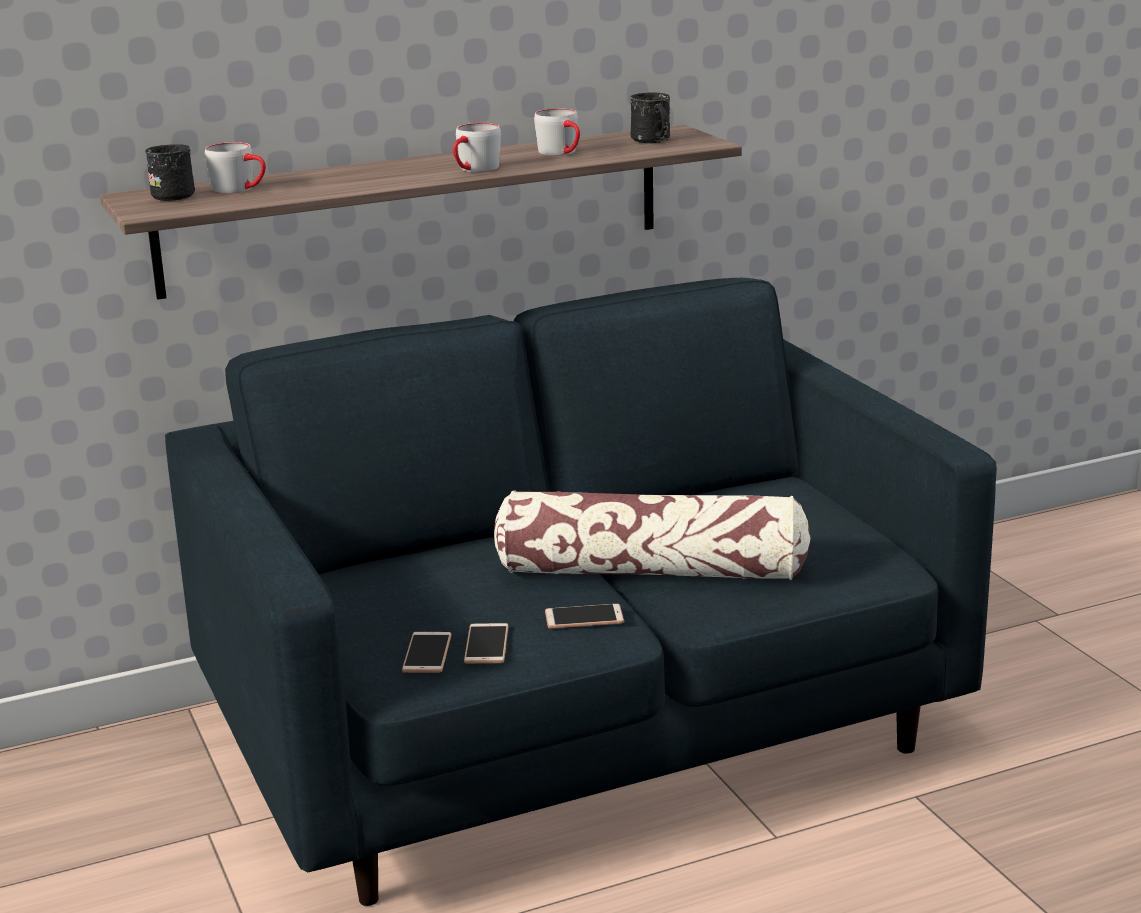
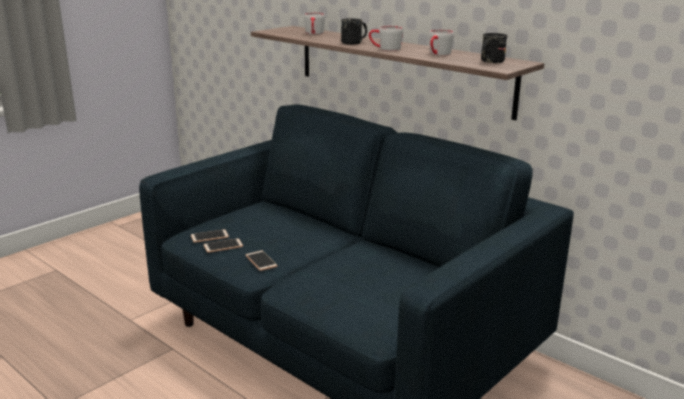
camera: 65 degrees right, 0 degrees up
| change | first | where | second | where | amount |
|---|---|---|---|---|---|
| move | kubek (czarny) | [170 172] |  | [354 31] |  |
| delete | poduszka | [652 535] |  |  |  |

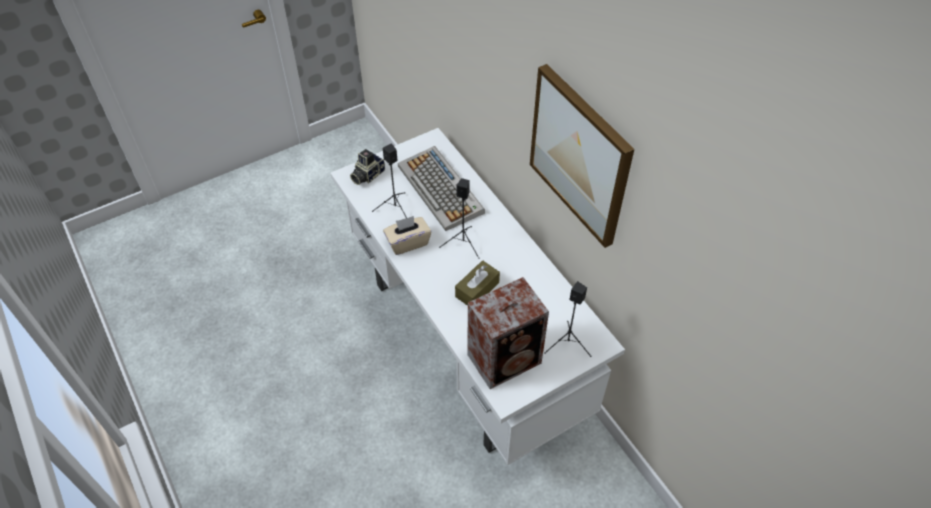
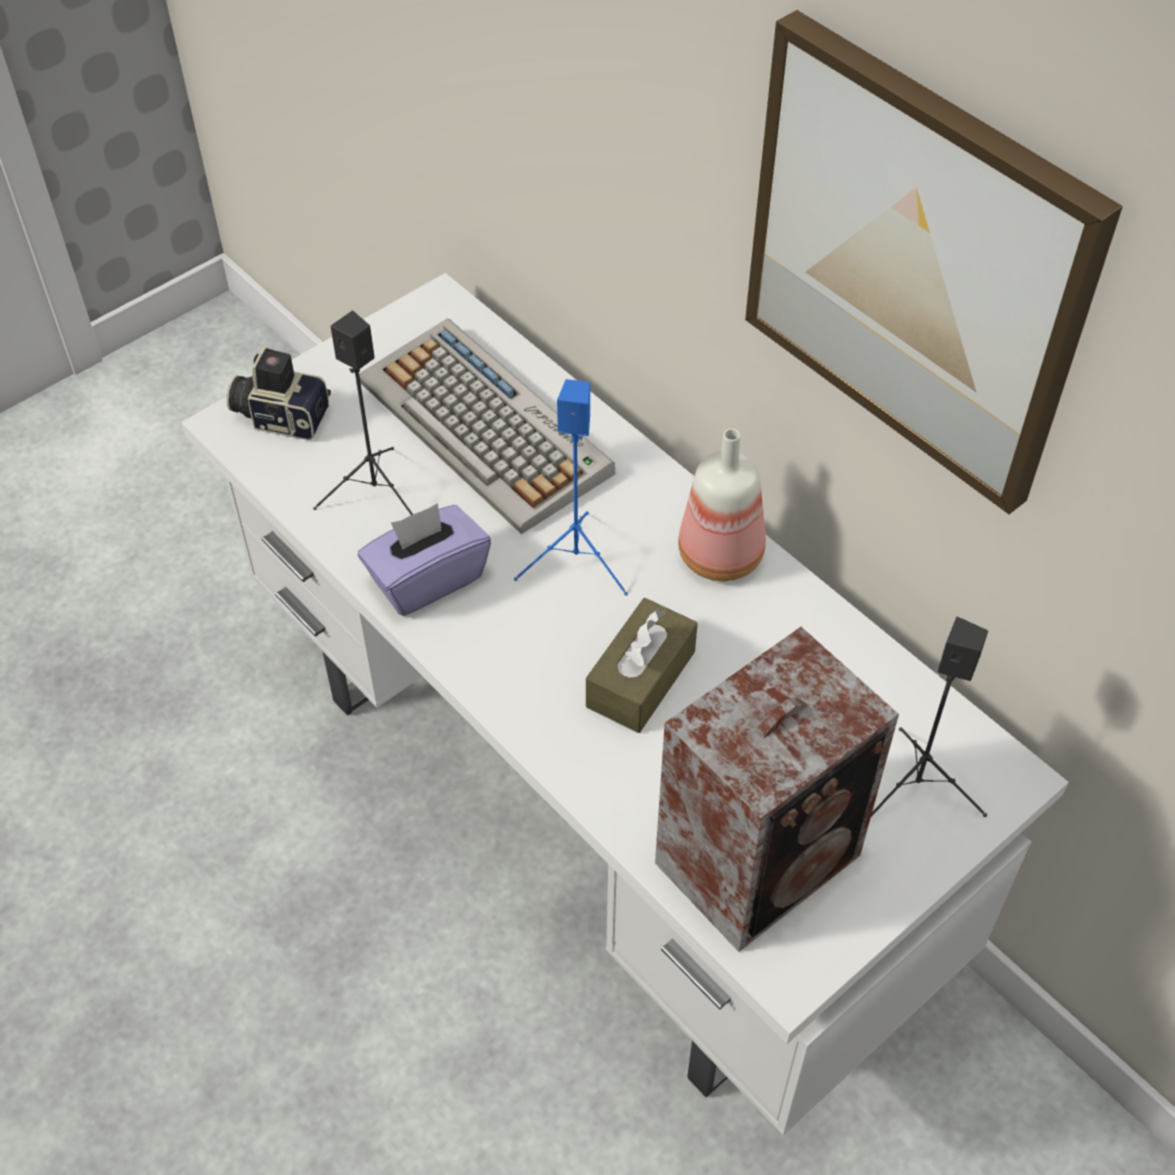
camera: 10 degrees left, 0 degrees up
| change | first | where | second | where | amount |
|---|---|---|---|---|---|
| rotate | aparat fotograficzny | [367 167] |  | [278 392] | 75 degrees clockwise |
| recolor | pudełko chusteczek (beżowy) | [407 235] | pudełko chusteczek (fioletowy) | [424 559] |  |
| recolor | głośnik (czarny) | [459 218] | głośnik (niebieski) | [571 487] |  |
| insert |  |  | butelka | [722 505] |  |

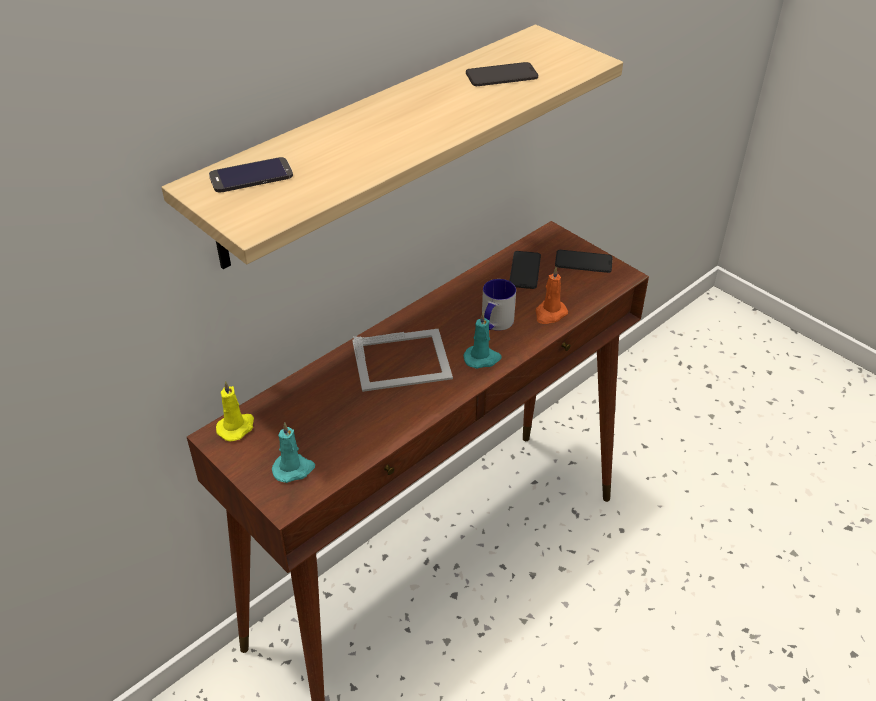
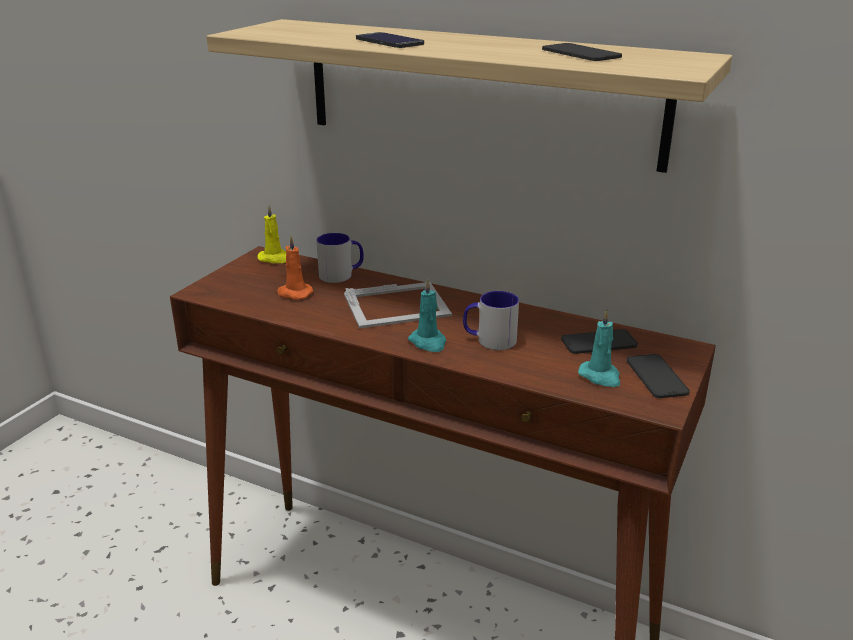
camera: 70 degrees right, 15 degrees down
| change | first | where | second | where | amount |
|---|---|---|---|---|---|
| move | telefon | [251 175] |  | [390 40] |  |
| move | świeca (turkusowy) | [293 452] |  | [599 348] |  |
| rotate | ramka na zdjęcie | [402 360] |  | [398 305] | 75 degrees counterclockwise |
| move | świeca (pomarańczowy) | [551 295] |  | [295 267] |  |
| insert |  |  | kubek | [340 258] |  |

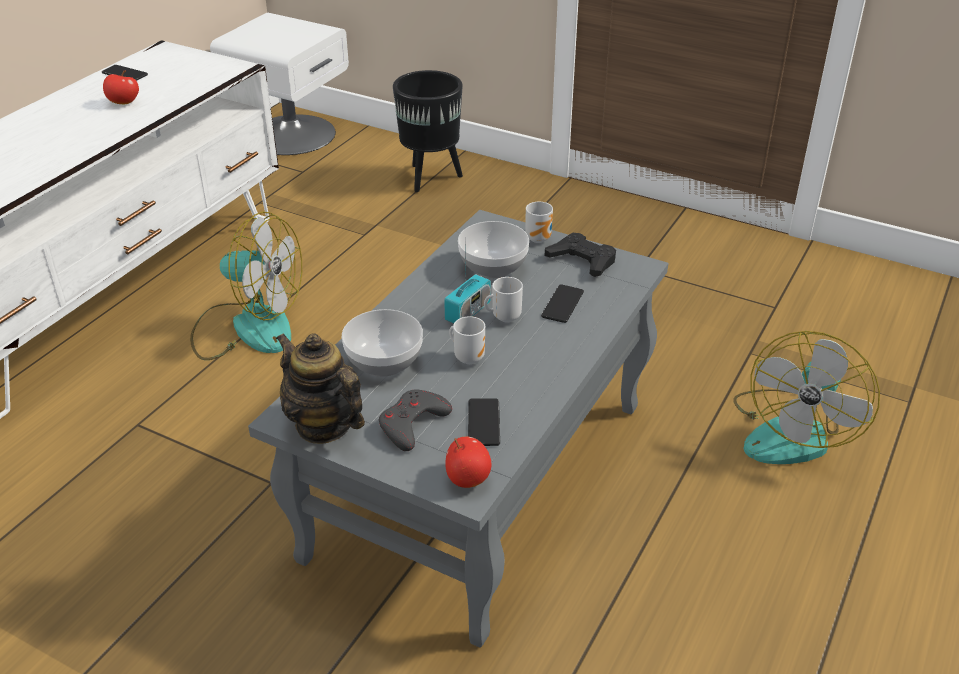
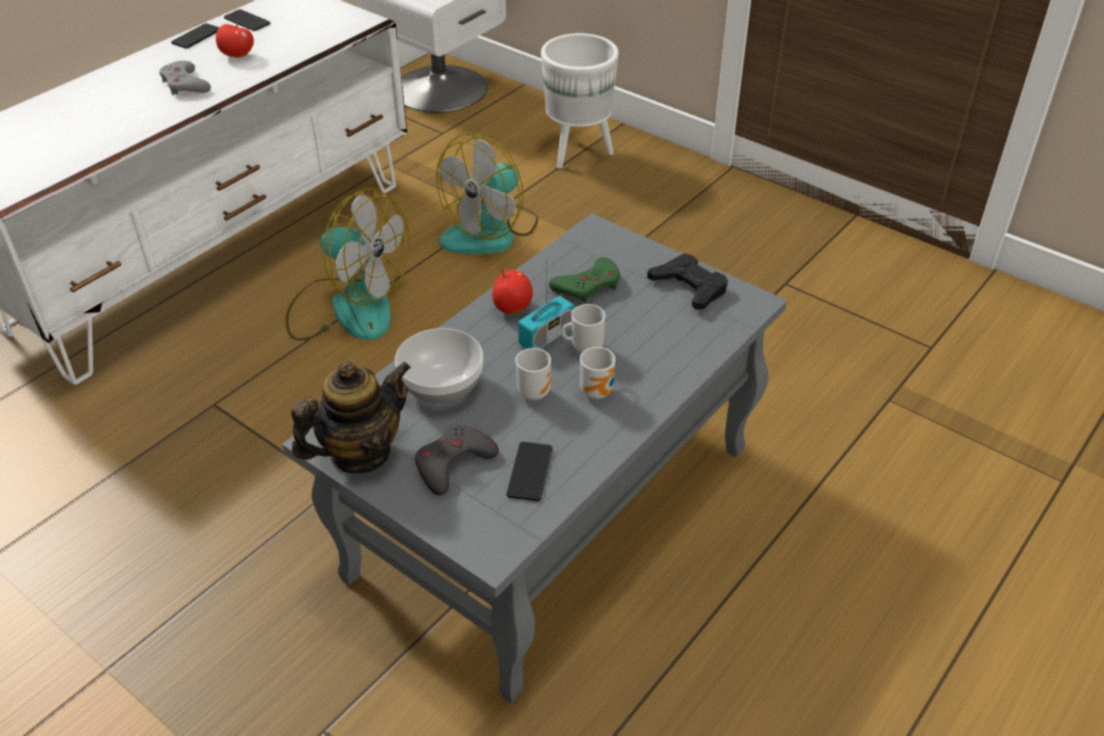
camera: 10 degrees right, 5 degrees up
| change | first | where | second | where | amount |
|---|---|---|---|---|---|
| rotate | imbryk | [320 388] |  | [351 417] | 90 degrees clockwise |
| recolor | donica (czarny) | [428 131] | donica (biały) | [580 100] |  |
| move | jabłko | [468 462] |  | [512 291] |  |
| replace | miska | [493 249] | pad do gier (zielony) | [584 280] |  |
| move | kubek | [539 222] |  | [597 373] |  |
| move | telefon | [562 303] |  | [195 36] |  |
| move | wentylator | [806 397] |  | [487 193] |  |
| insert |  |  | pad do gier (szary) | [185 78] |  |

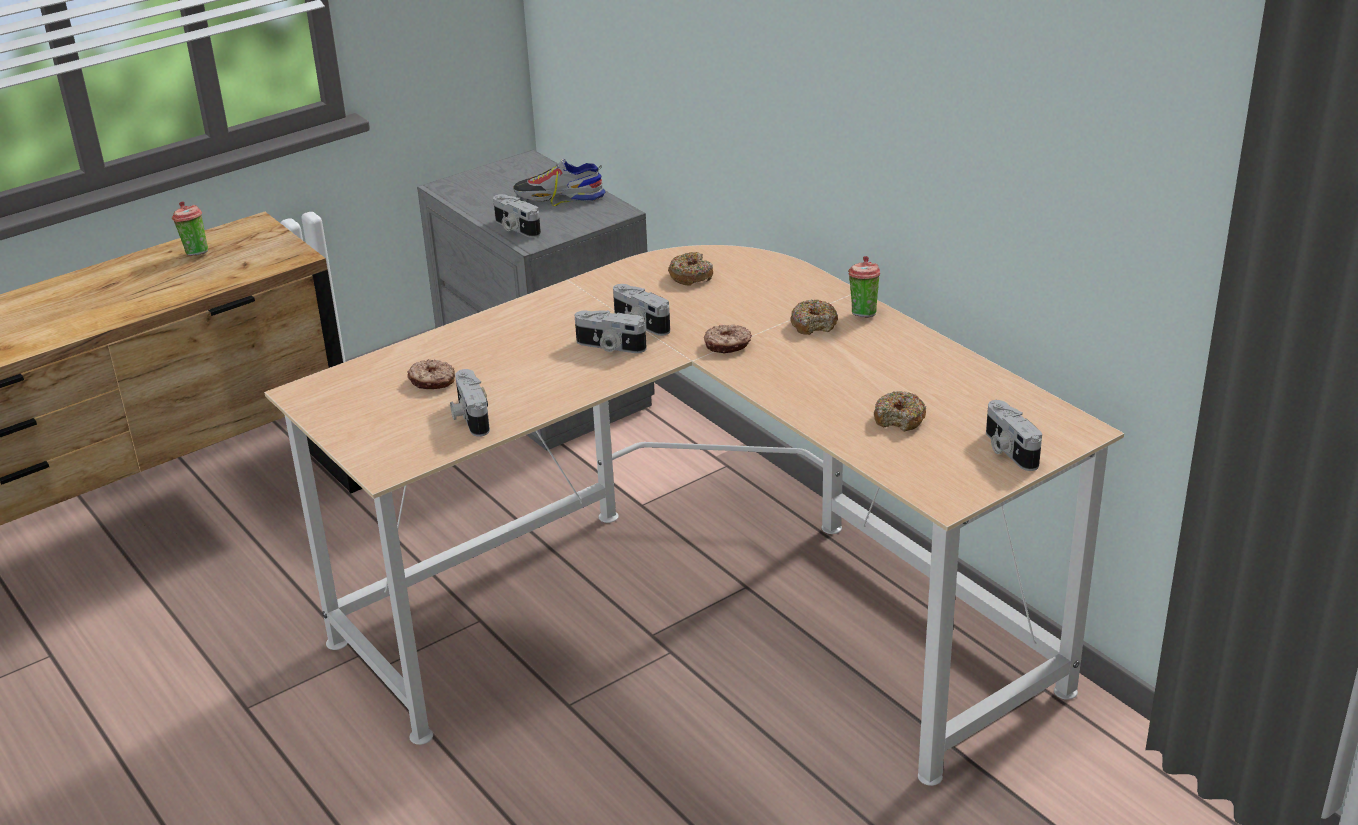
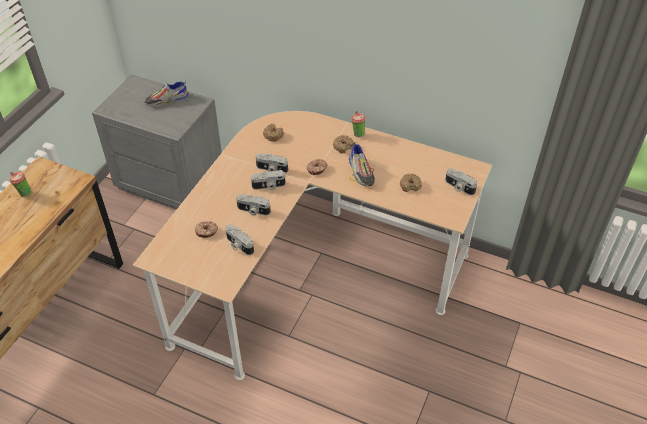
camera: 30 degrees left, 15 degrees up
| change | first | where | second | where | amount |
|---|---|---|---|---|---|
| move | aparat fotograficzny | [517 216] |  | [253 205] |  |
| insert |  |  | but | [362 164] |  |

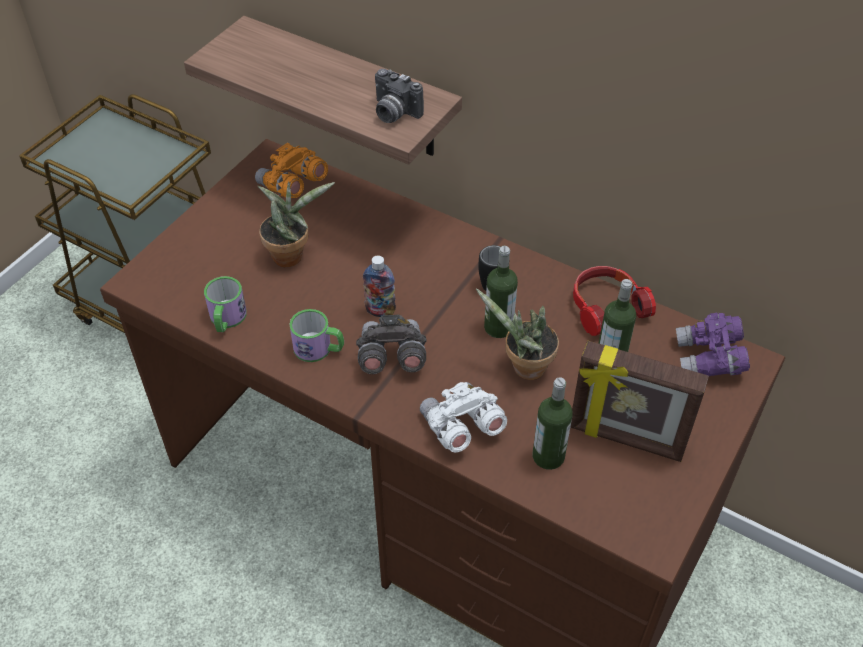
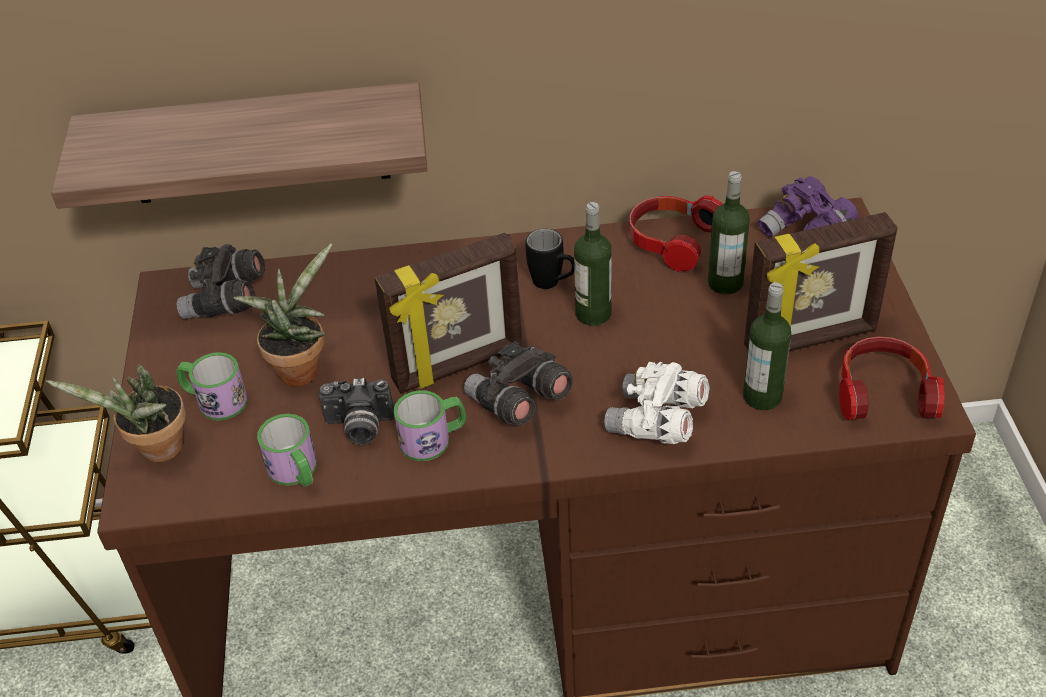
camera: 35 degrees left, 5 degrees down
| change | first | where | second | where | amount |
|---|---|---|---|---|---|
| recolor | lornetka (pomarańczowy) | [291 170] | lornetka (szary) | [220 281] |  |
| replace | butelka | [379 286] | ramka na zdjęcie | [448 313] |  |
| move | aparat fotograficzny | [399 96] |  | [356 411] |  |
| move | roślina doniczkowa | [517 334] |  | [115 413] |  |
| insert |  |  | kubek | [211 386] |  |
| insert |  |  | słuchawki | [892 378] |  |

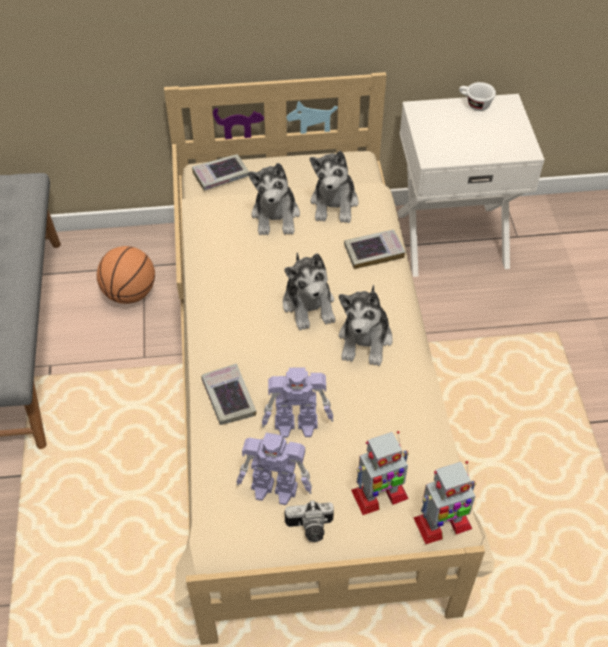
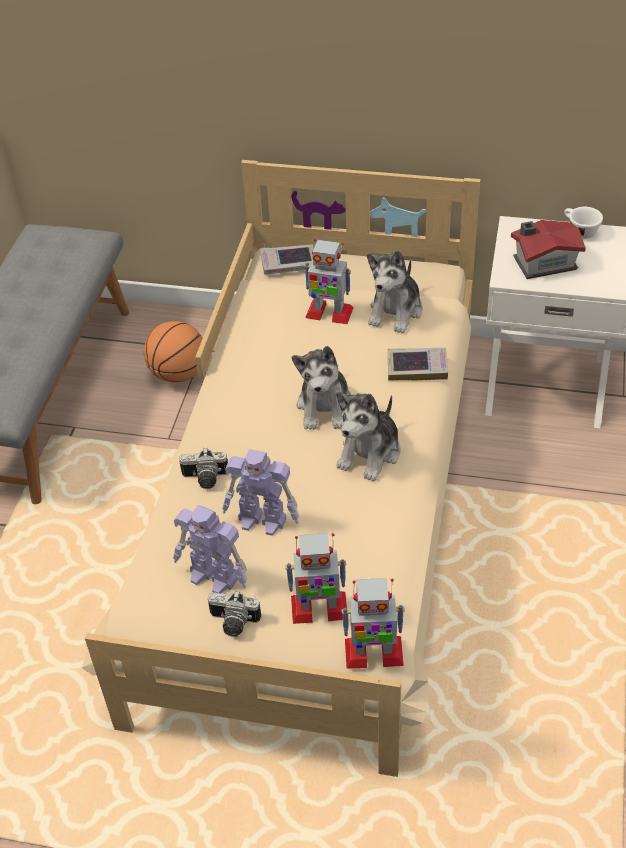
camera: 20 degrees right, 5 degrees down
| change | first | where | second | where | amount |
|---|---|---|---|---|---|
| replace | książka | [228 394] | aparat fotograficzny | [204 468] |  |
| replace | pluszak | [274 199] | robot zabawkowy | [329 281] |  |
| insert |  |  | domek | [548 249] |  |

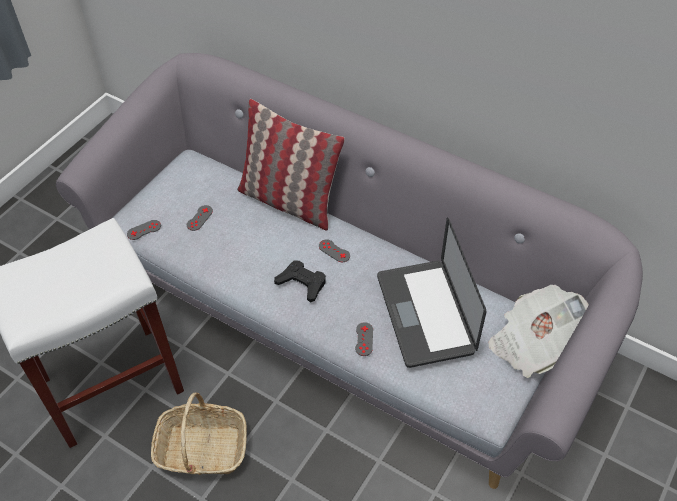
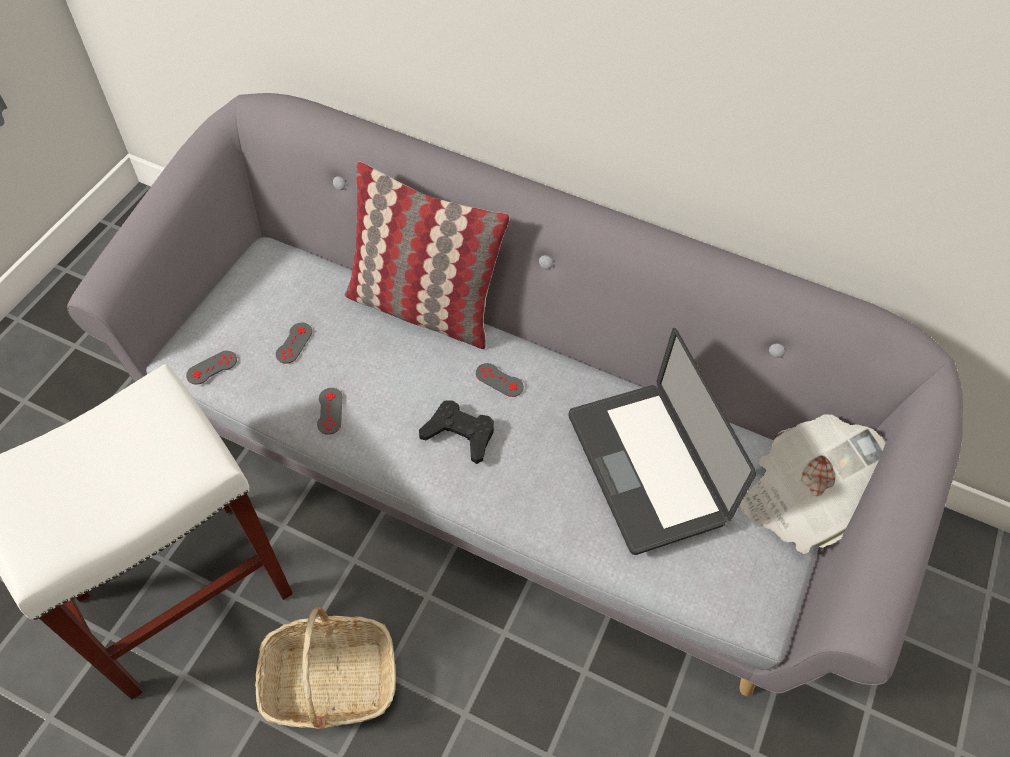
camera: 10 degrees left, 5 degrees up
| change | first | where | second | where | amount |
|---|---|---|---|---|---|
| move | pad do gier (szary) | [364 339] |  | [329 411] |  |

